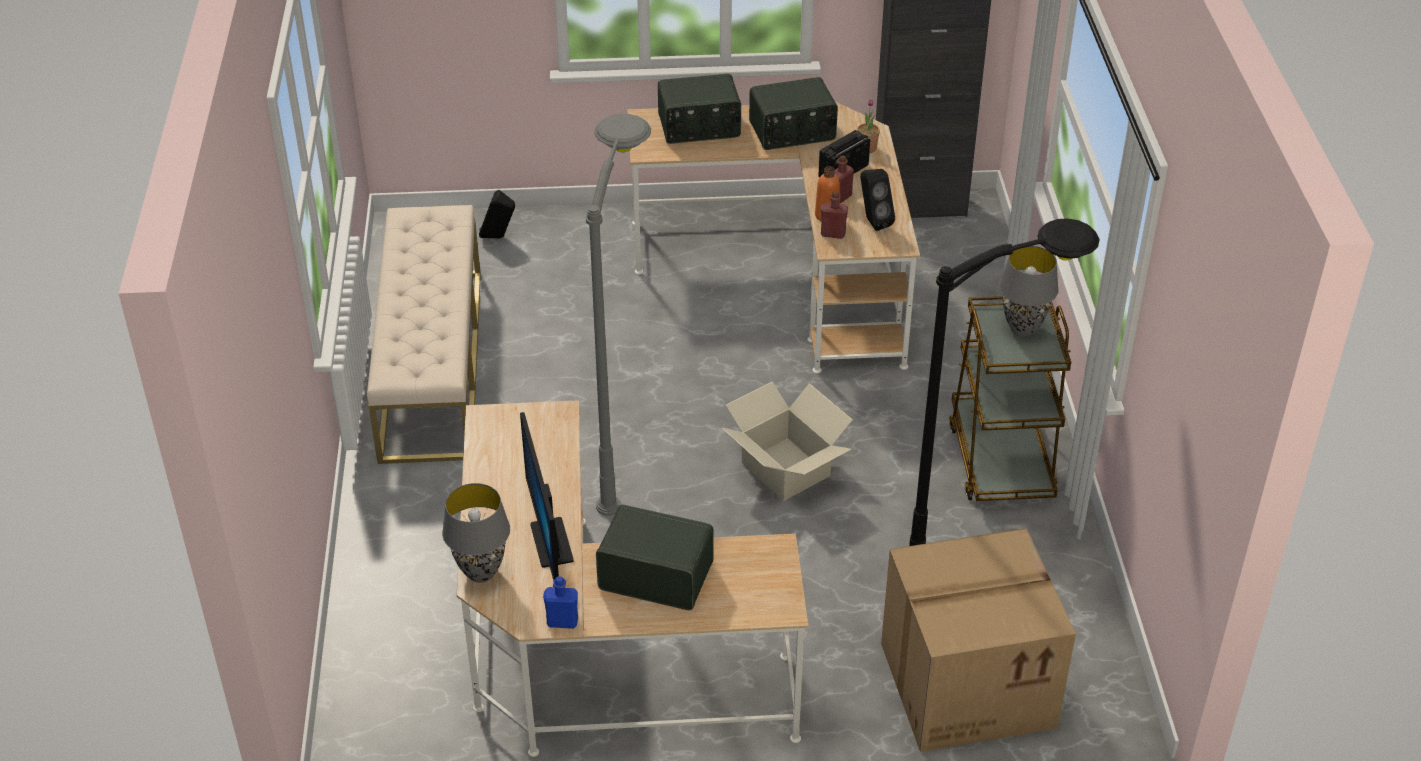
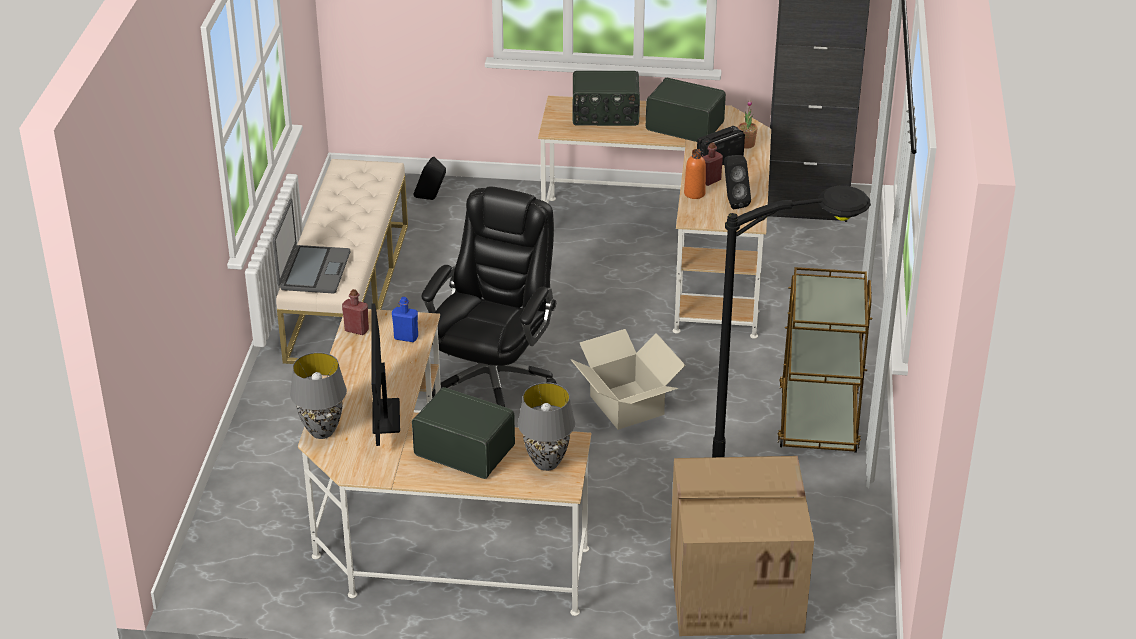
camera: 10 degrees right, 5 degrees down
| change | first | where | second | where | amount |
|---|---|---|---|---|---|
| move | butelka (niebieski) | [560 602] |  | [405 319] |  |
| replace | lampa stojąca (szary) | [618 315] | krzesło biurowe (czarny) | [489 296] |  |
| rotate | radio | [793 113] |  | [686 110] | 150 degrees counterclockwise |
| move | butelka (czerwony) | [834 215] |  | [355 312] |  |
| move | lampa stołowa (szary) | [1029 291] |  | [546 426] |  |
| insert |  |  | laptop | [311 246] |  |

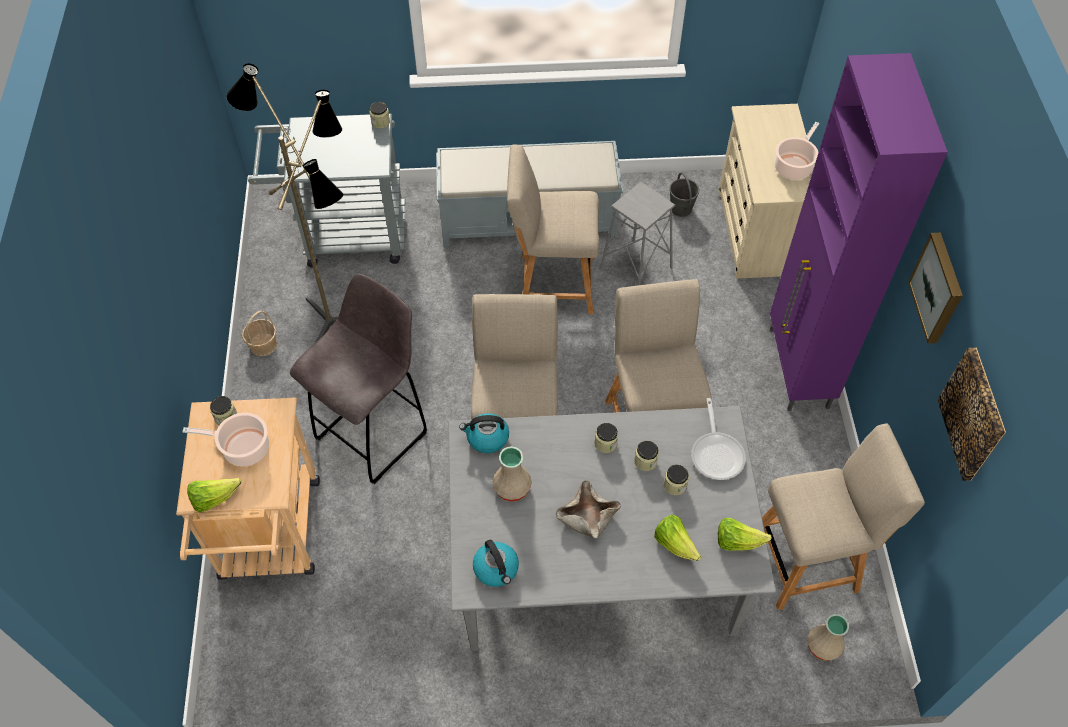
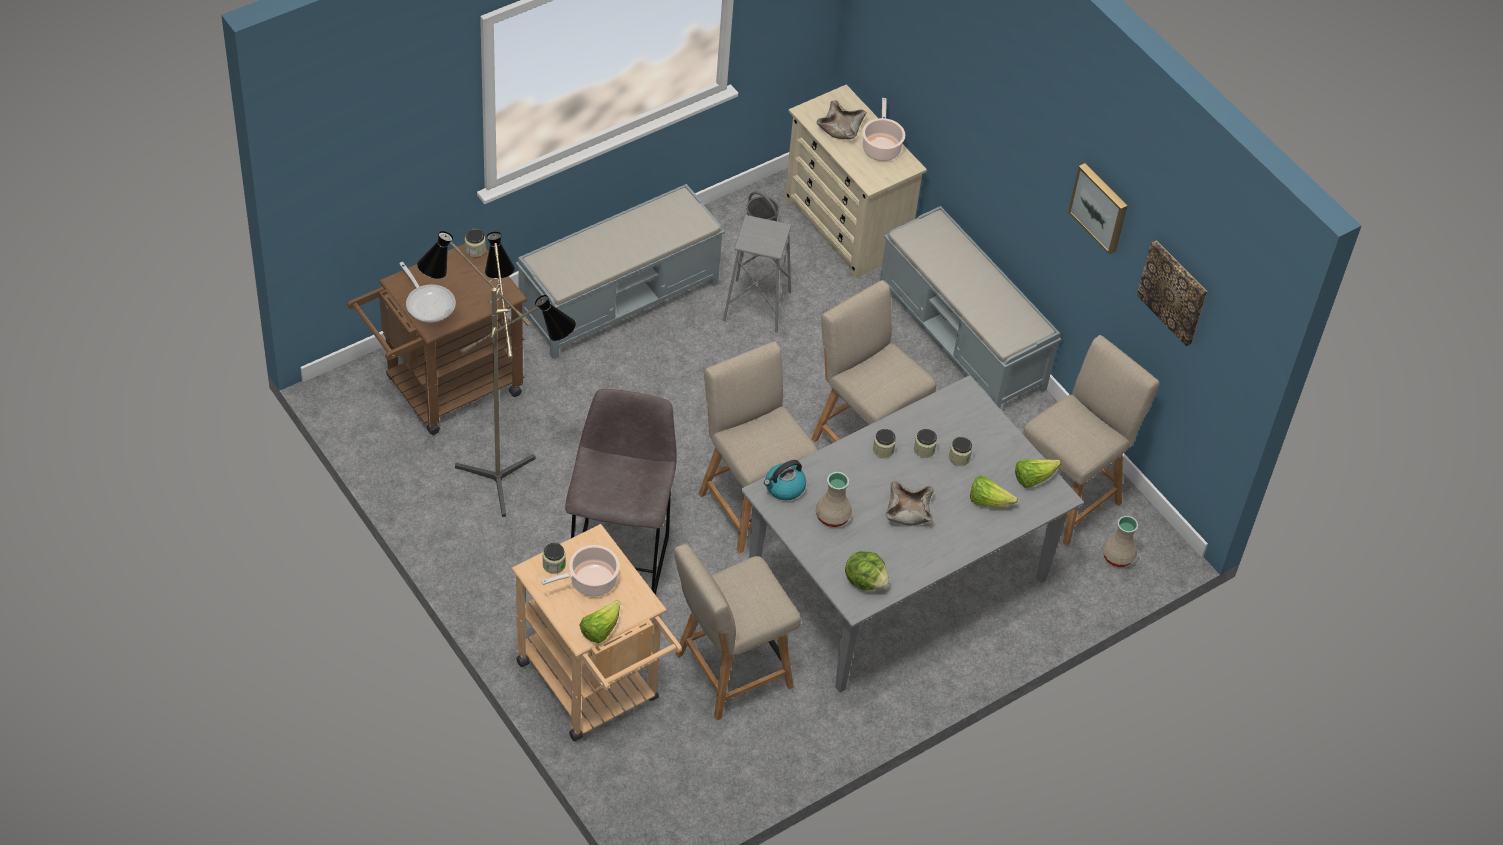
camera: 35 degrees left, 5 degrees down
| change | first | where | second | where | amount |
|---|---|---|---|---|---|
| delete | koszyk | [259 333] |  |  |  |
| recolor | wózek (szary) | [326 191] | wózek (brązowy) | [437 339] |  |
| replace | czajnik | [496 563] | sałata | [867 571] |  |
| move | krzesło (beżowy) | [553 229] |  | [737 632] |  |
| move | patelnia | [718 439] |  | [427 292] |  |
| replace | szafka (fioletowy) | [859 232] | ławka (szary) | [970 307] |  |
| insert |  |  | miska (beżowy) | [841 120] |  |

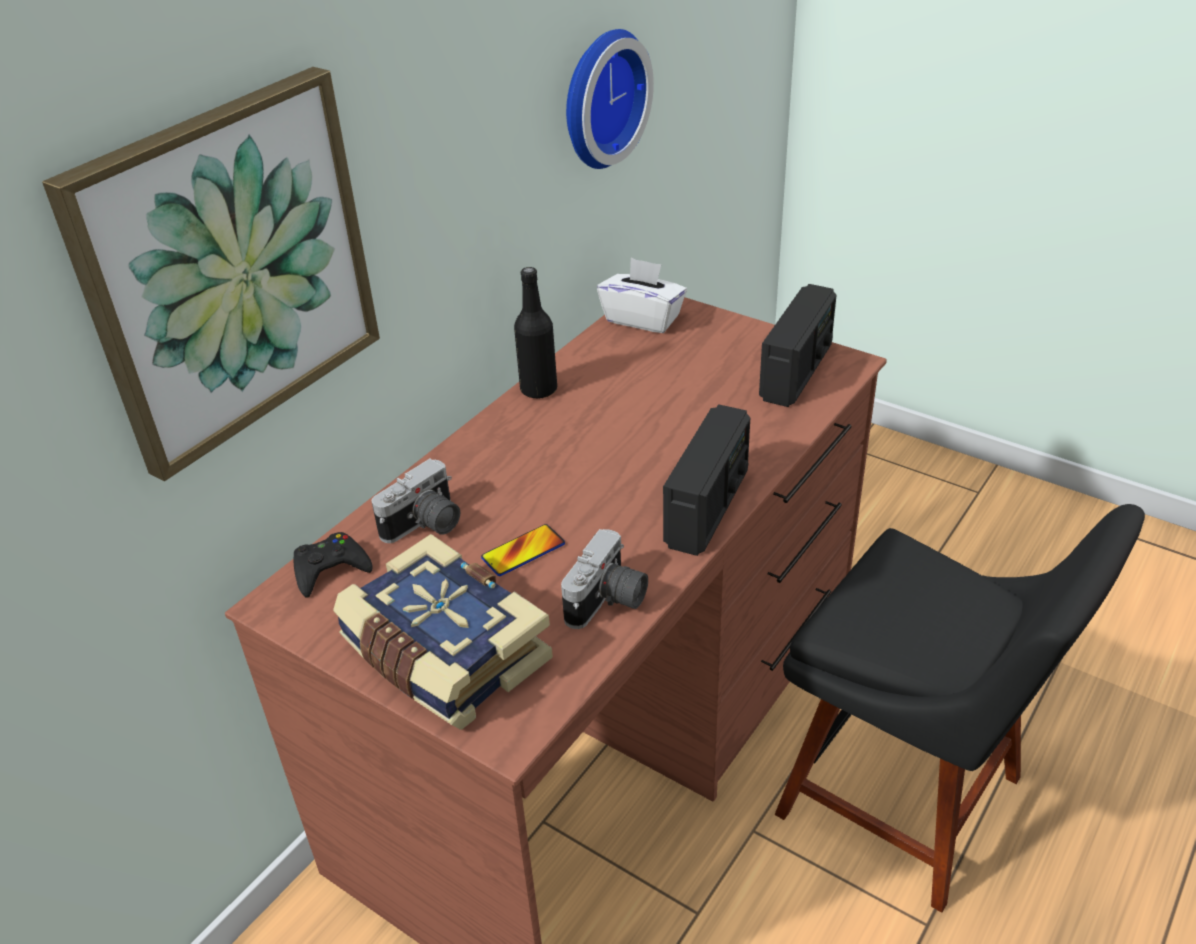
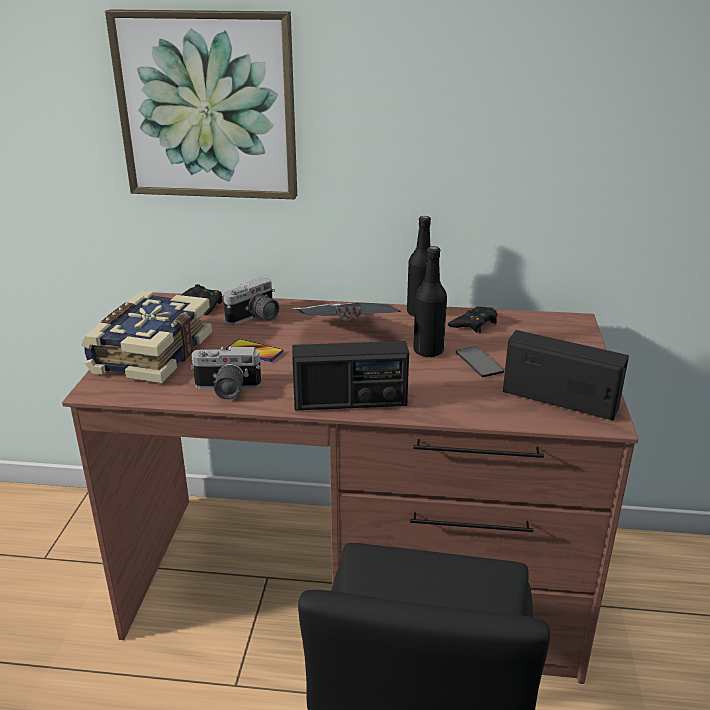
camera: 60 degrees right, 10 degrees down
| change | first | where | second | where | amount |
|---|---|---|---|---|---|
| rotate | aparat fotograficzny | [416 501] |  | [251 301] | 60 degrees counterclockwise |
| delete | zegar ścienny | [610 99] |  |  |  |
| delete | pudełko chusteczek (biały) | [642 295] |  |  |  |
| rotate | radio | [798 345] |  | [566 375] | 150 degrees counterclockwise |
| insert |  |  | gazeta | [346 312] |  |
| insert |  |  | butelka (czarny) | [430 302] |  |
| insert |  |  | pad do gier (czarny) | [473 319] |  |
| insert |  |  | telefon | [480 361] |  |

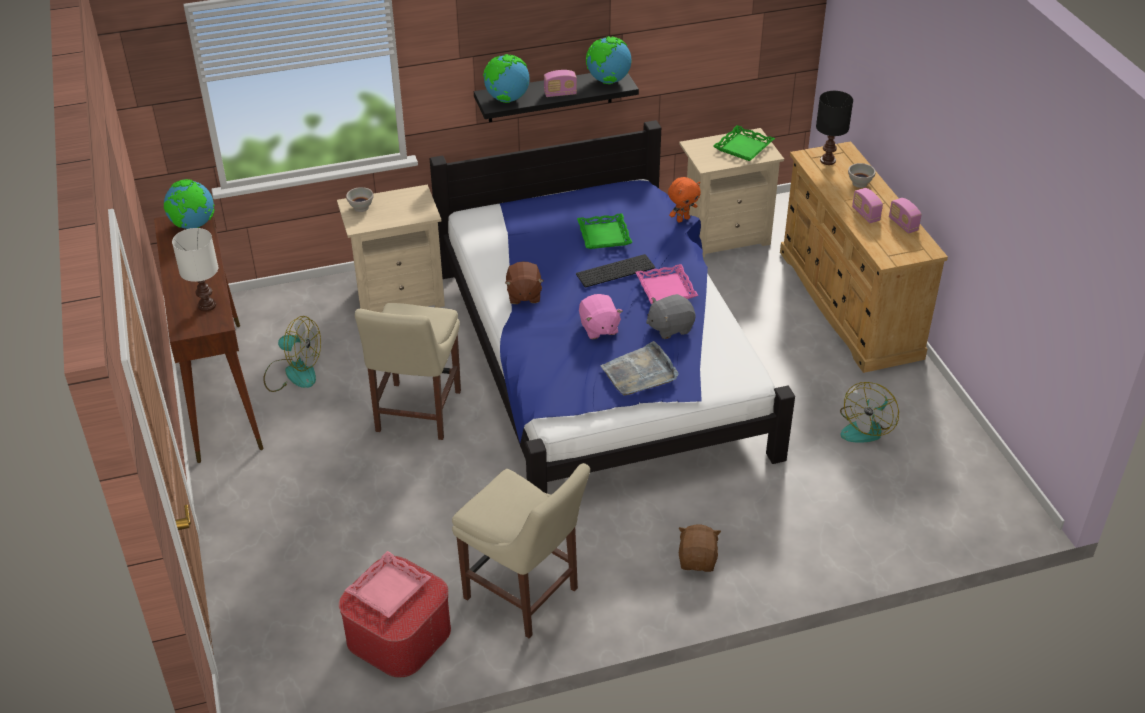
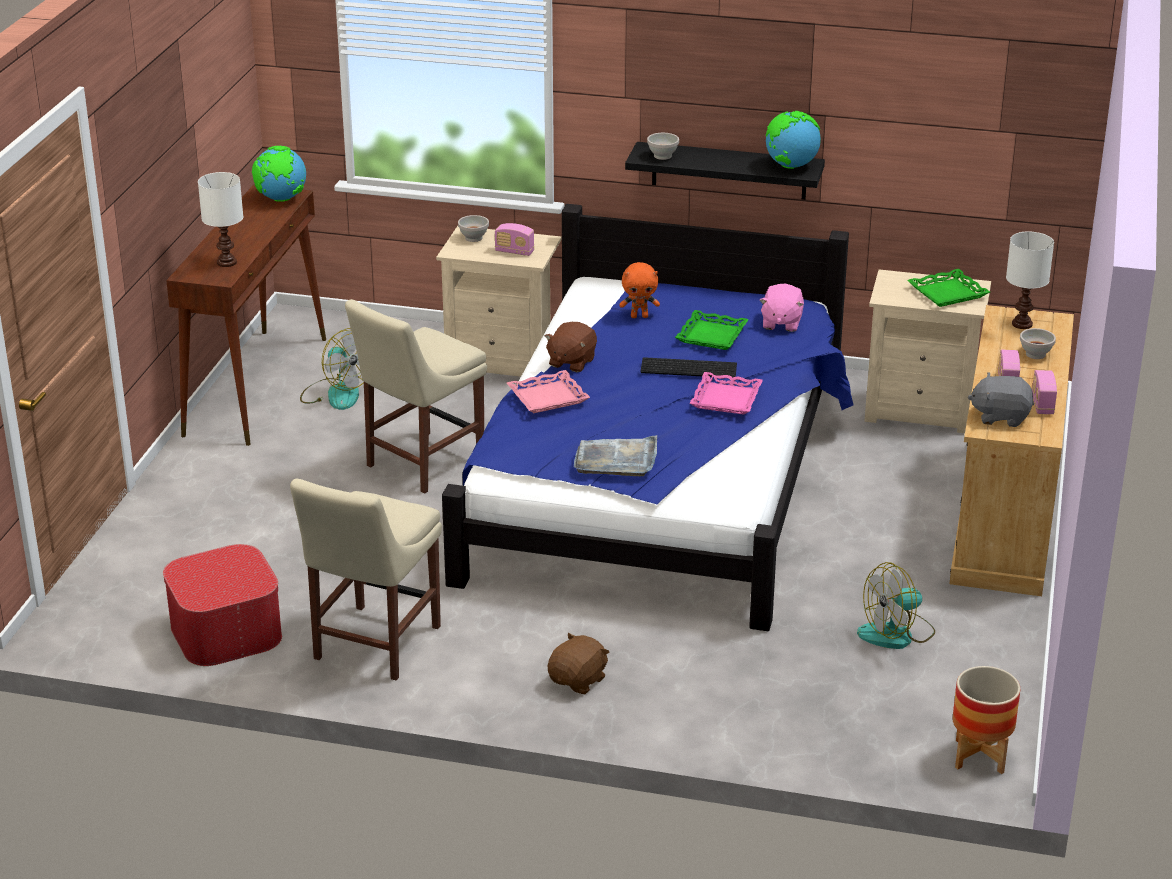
camera: 30 degrees right, 10 degrees down
| change | first | where | second | where | amount |
|---|---|---|---|---|---|
| move | taca (różowy) | [388 584] |  | [548 391] |  |
| rotate | krzesło (beżowy) | [521 550] |  | [366 580] | 45 degrees clockwise |
| replace | globus | [506 78] | miska (biały) | [663 146] |  |
| move | radio | [560 83] |  | [514 239] |  |
| move | pluszak (różowy) | [601 316] |  | [781 308] |  |
| move | pluszak (szary) | [671 316] |  | [1001 399] |  |
| move | pluszak (pomarańczowy) | [684 200] |  | [639 290] |  |
| recolor | lampa stołowa (czarny) | [834 128] | lampa stołowa (biały) | [1030 280] |  |
| insert |  |  | donica | [986 720] |  |

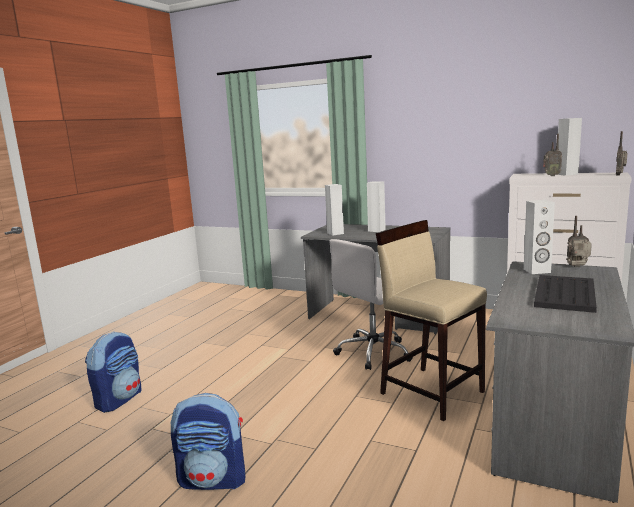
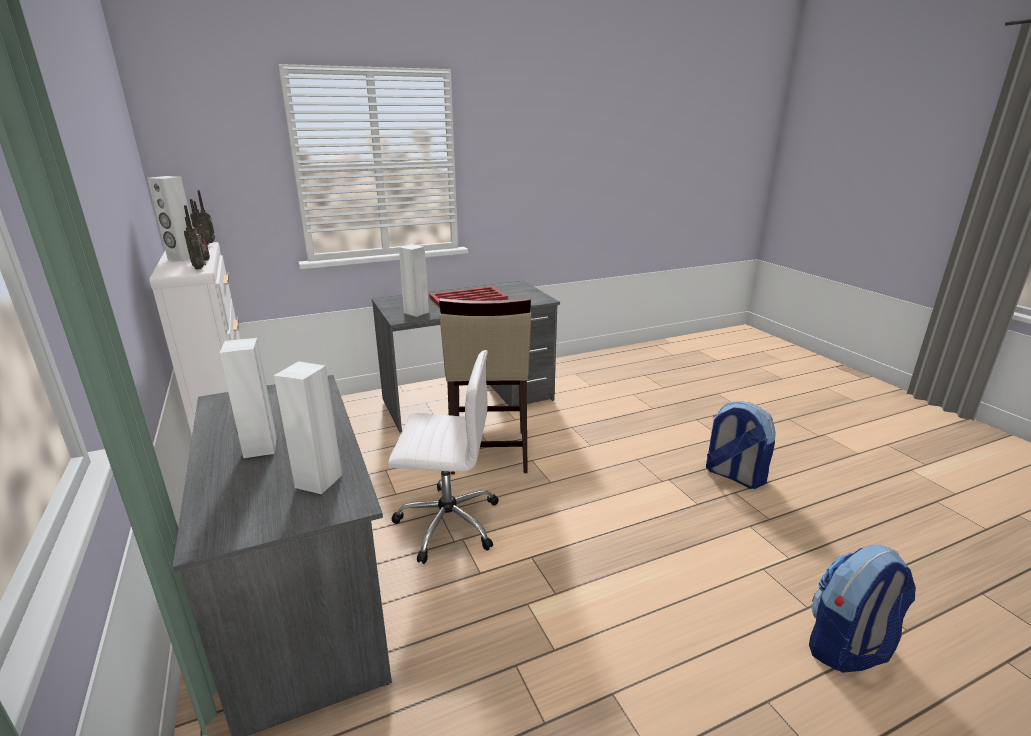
camera: 140 degrees left, 10 degrees up
| change | first | where | second | where | amount |
|---|---|---|---|---|---|
| recolor | taca (czarny) | [565 294] | taca (czerwony) | [468 296] |  |
| move | radio | [579 241] |  | [195 237] |  |

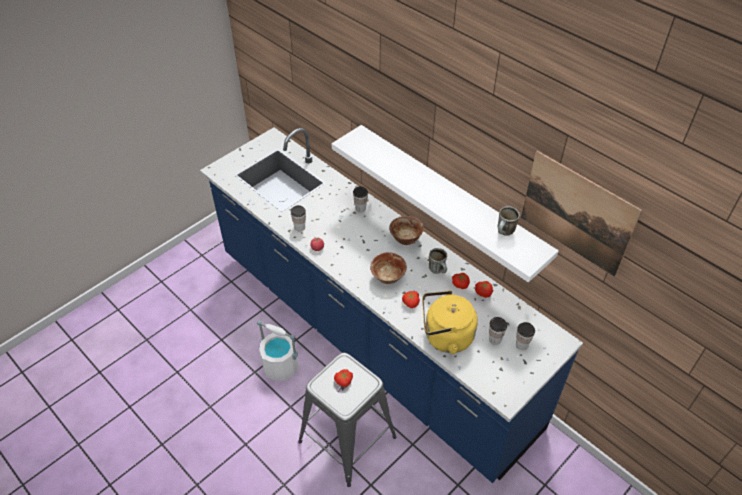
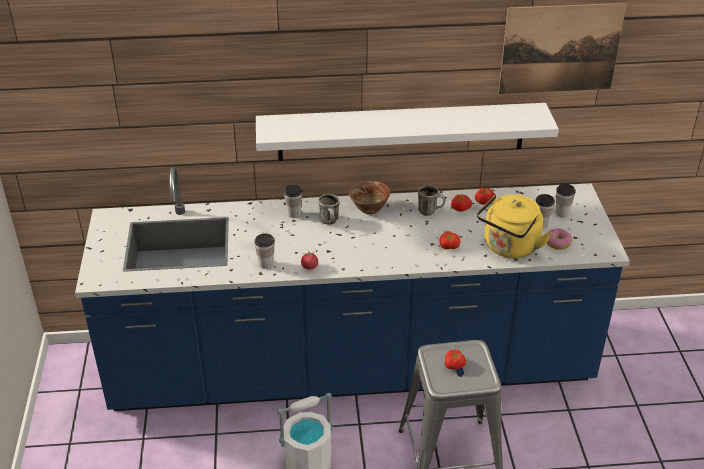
camera: 50 degrees left, 10 degrees down
| change | first | where | second | where | amount |
|---|---|---|---|---|---|
| delete | miska | [388 268] |  |  |  |
| move | kubek | [509 221] |  | [329 209] |  |
| insert |  |  | donut | [560 239] |  |

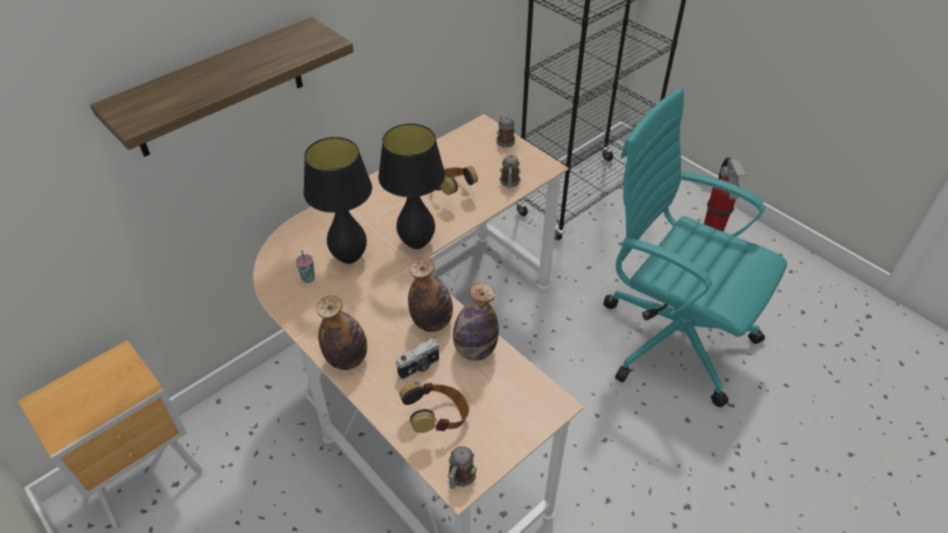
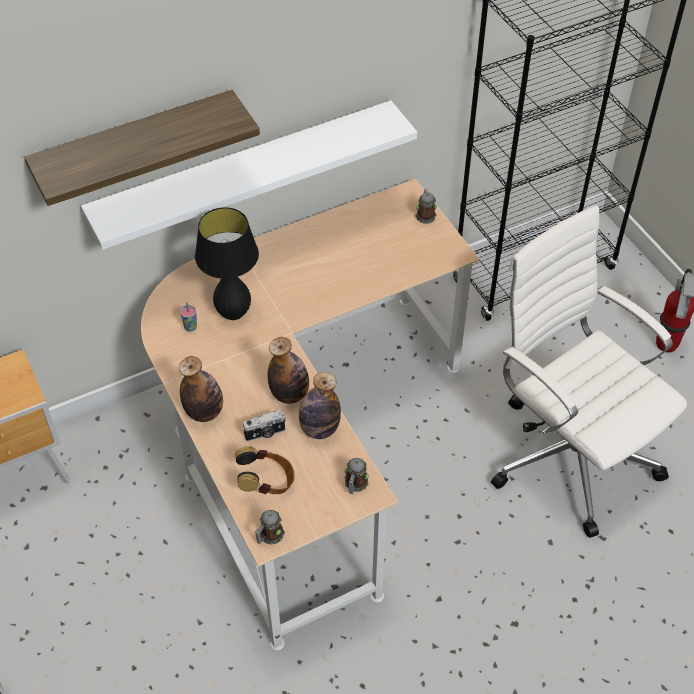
camera: 15 degrees right, 5 degrees up
| change | first | where | second | where | amount |
|---|---|---|---|---|---|
| delete | lampa stołowa (czarny) | [411 186] |  |  |  |
| delete | słuchawki | [457 180] |  |  |  |
| move | kubek | [510 171] |  | [356 476] |  |
| recolor | krzesło biurowe (turkusowy) | [695 248] | krzesło biurowe (biały) | [589 371] |  |
| insert |  |  | półka (biały) | [249 175] |  |

